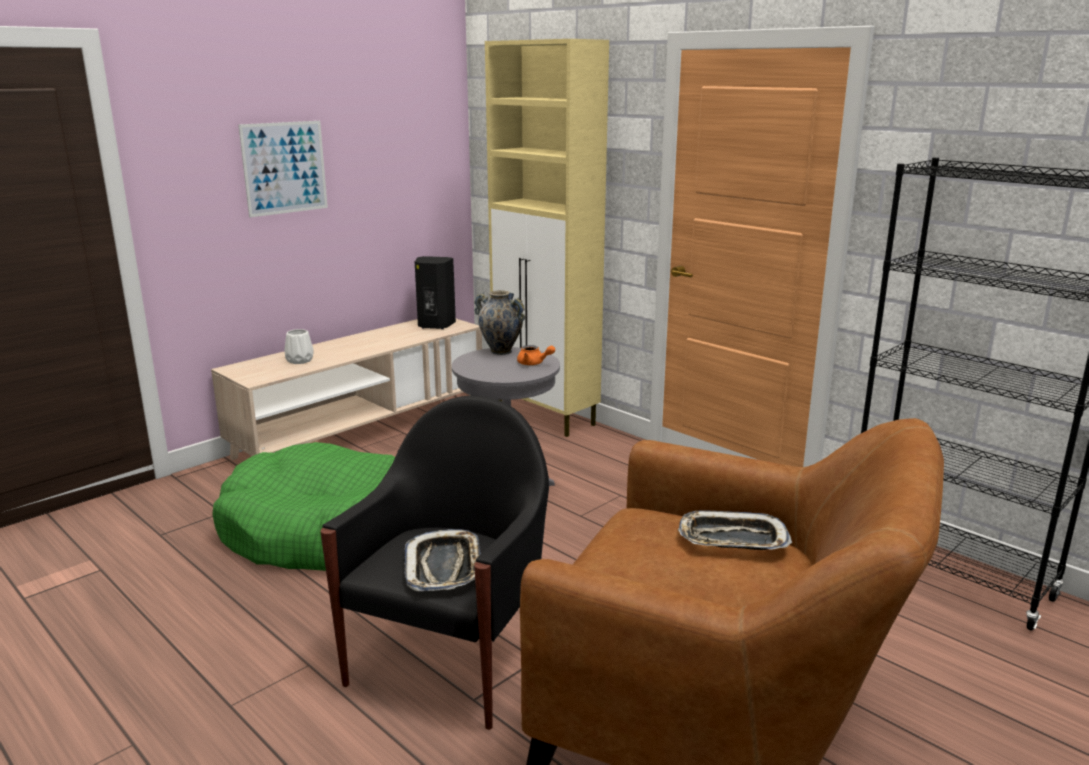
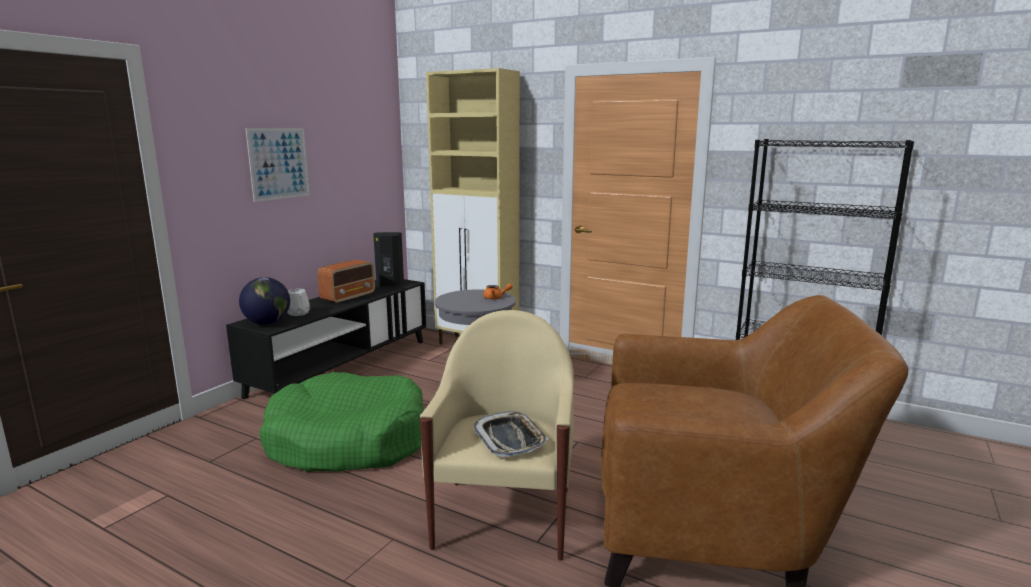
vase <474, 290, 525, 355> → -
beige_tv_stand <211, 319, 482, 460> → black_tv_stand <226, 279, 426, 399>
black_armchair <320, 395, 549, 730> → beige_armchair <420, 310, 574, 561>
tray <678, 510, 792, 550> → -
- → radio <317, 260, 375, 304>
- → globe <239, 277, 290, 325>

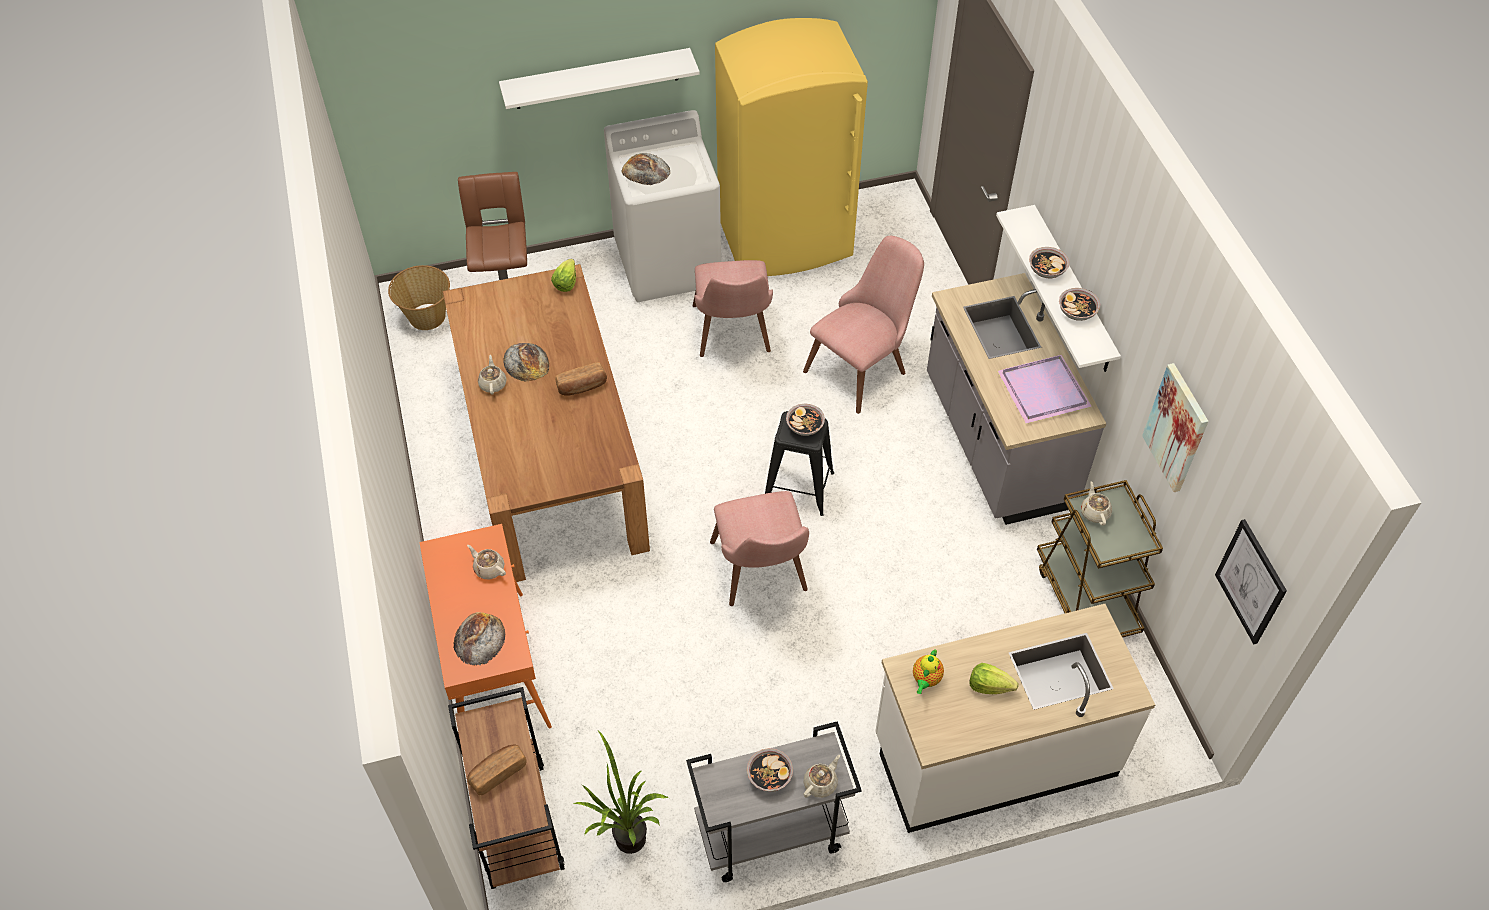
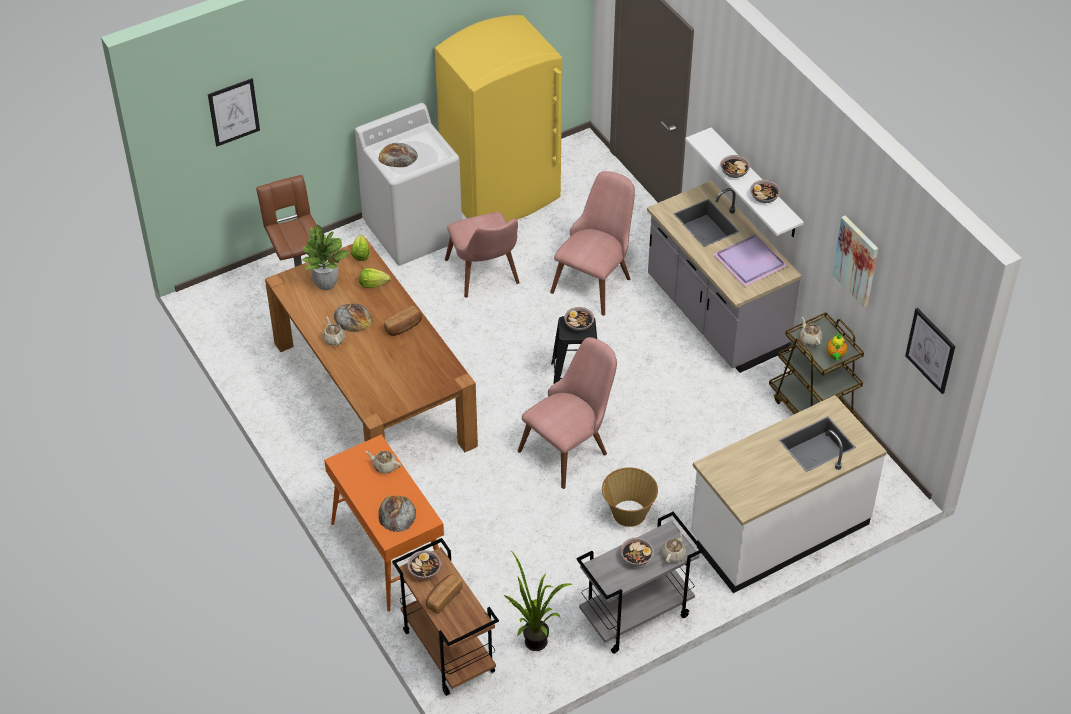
white_shelf <499, 48, 700, 109> → -
basket <388, 265, 450, 330> → basket <602, 467, 658, 527>, moved
pink_chair <710, 491, 809, 606> → pink_chair <518, 337, 617, 489>, 105 degrees counterclockwise
teapot <913, 650, 944, 694> → teapot <826, 332, 848, 361>, moved
lettuce <969, 663, 1019, 694> → lettuce <359, 268, 391, 288>, moved
- → picture <208, 78, 260, 146>
- → potted_plant <302, 225, 350, 290>
- → bowl <407, 550, 441, 579>

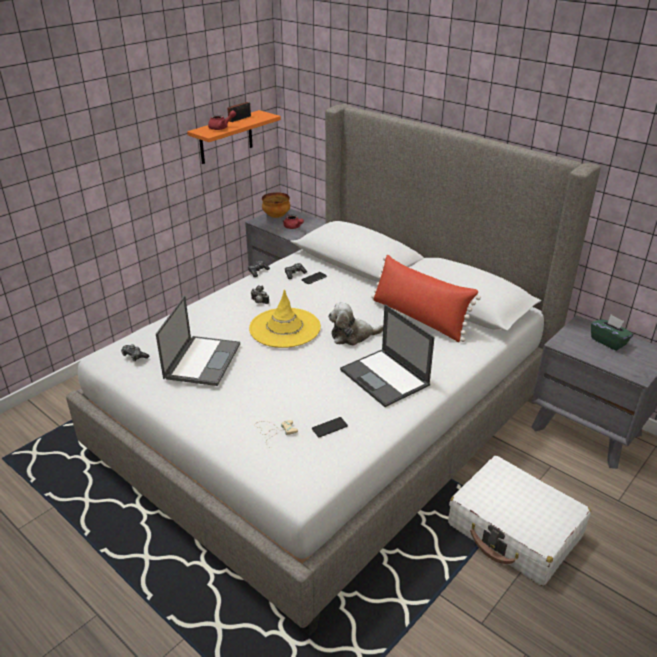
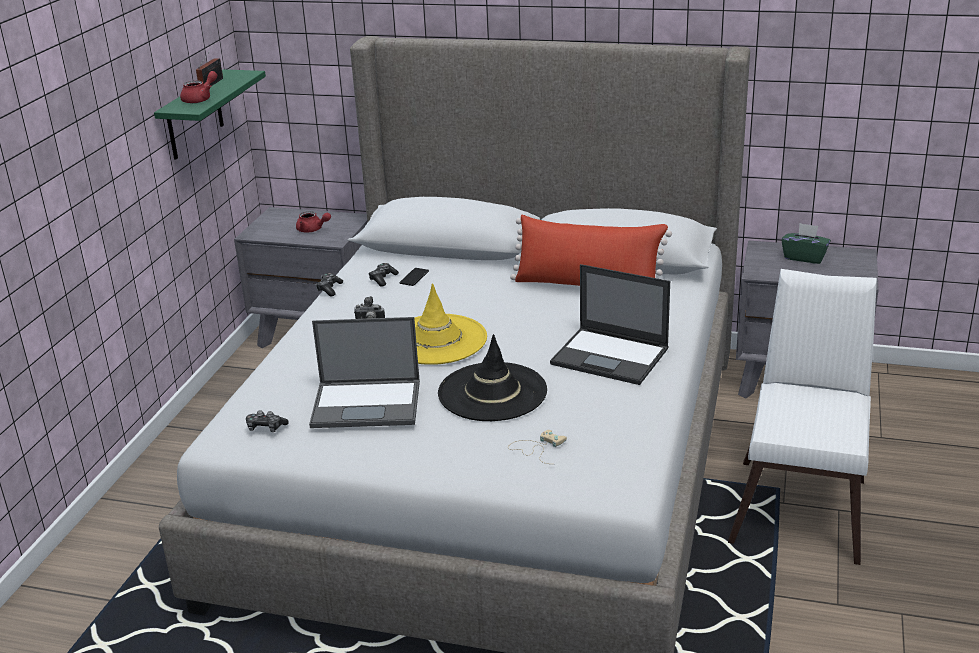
orange_shelf <187, 110, 281, 164> → green_shelf <154, 69, 266, 160>
bowl <262, 192, 290, 218> → -
laptop <156, 296, 240, 386> → laptop <309, 317, 420, 428>, 105 degrees clockwise
plush_toy <328, 302, 383, 346> → -
phone <312, 417, 348, 437> → -
white_suitcase <448, 456, 591, 586> → white_chair <728, 269, 877, 565>
- → black_hat <438, 334, 547, 421>

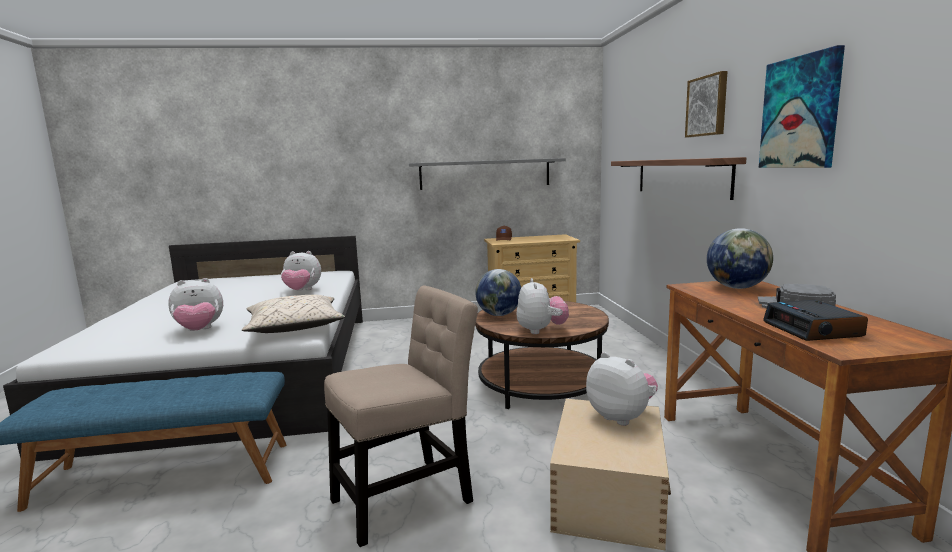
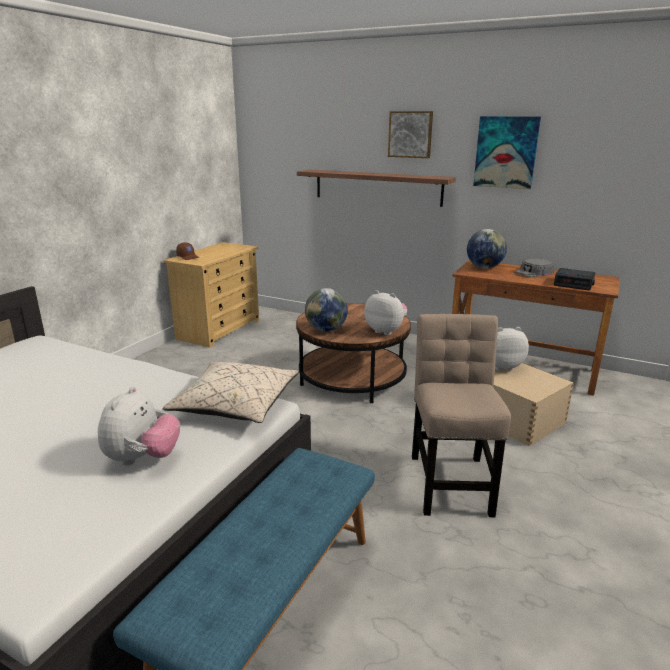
grey_shelf <409, 158, 566, 190> → -
plush_toy <281, 251, 321, 291> → -

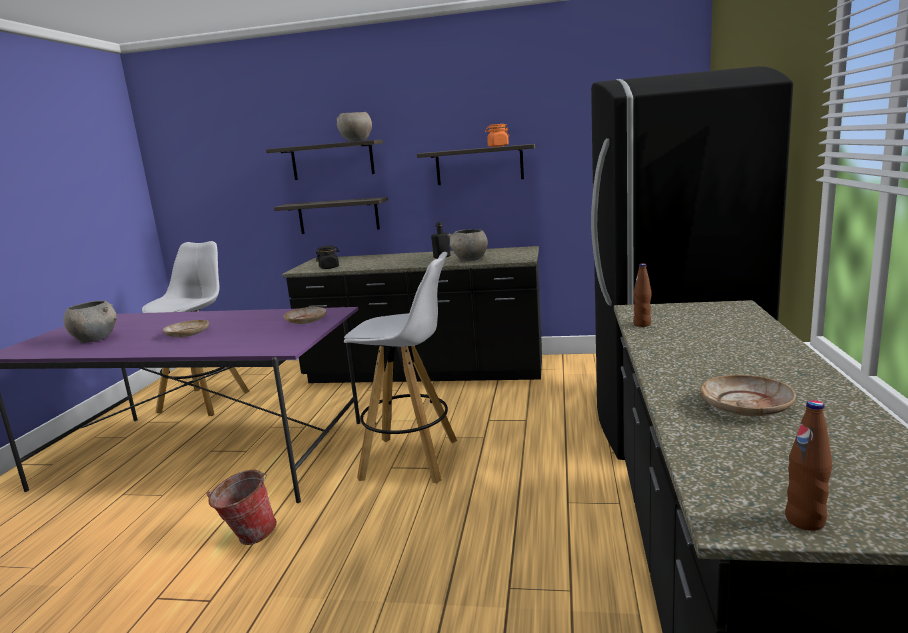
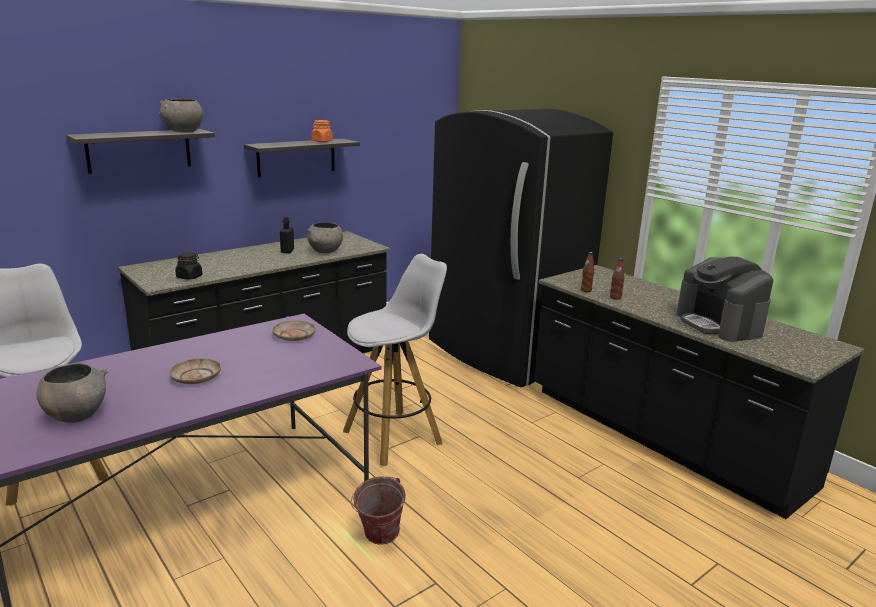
shelf <274, 197, 388, 234> → -
beige_plate <700, 375, 796, 416> → coffee_machine <677, 257, 773, 342>
brown_bottle <785, 400, 832, 531> → brown_bottle <610, 258, 624, 300>, moved

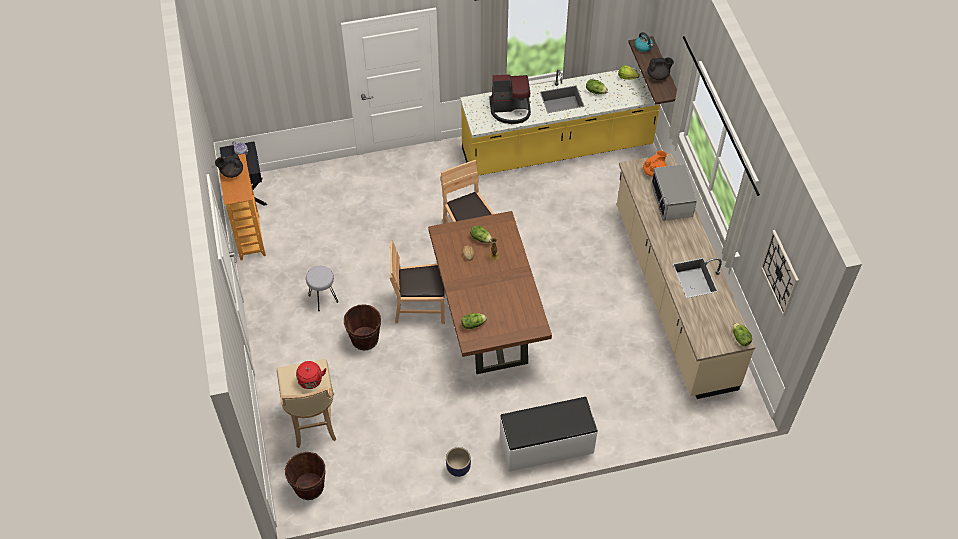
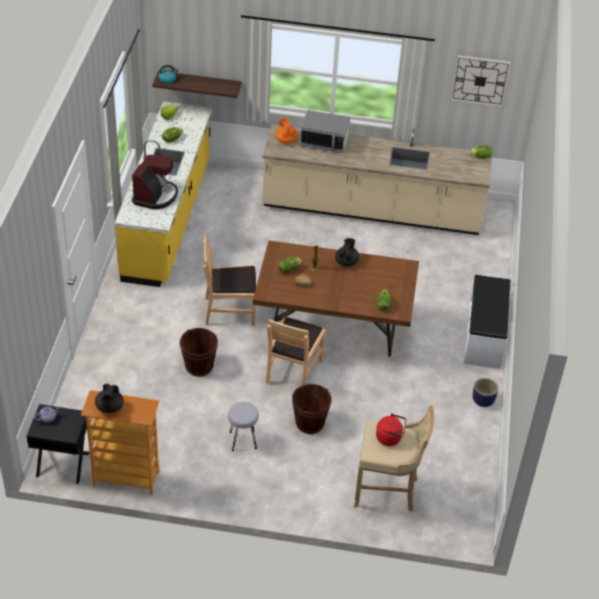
black_teapot <647, 57, 674, 80> → black_teapot <335, 238, 359, 266>, moved
brown_bucket <285, 452, 325, 500> → brown_bucket <180, 328, 218, 376>, moved

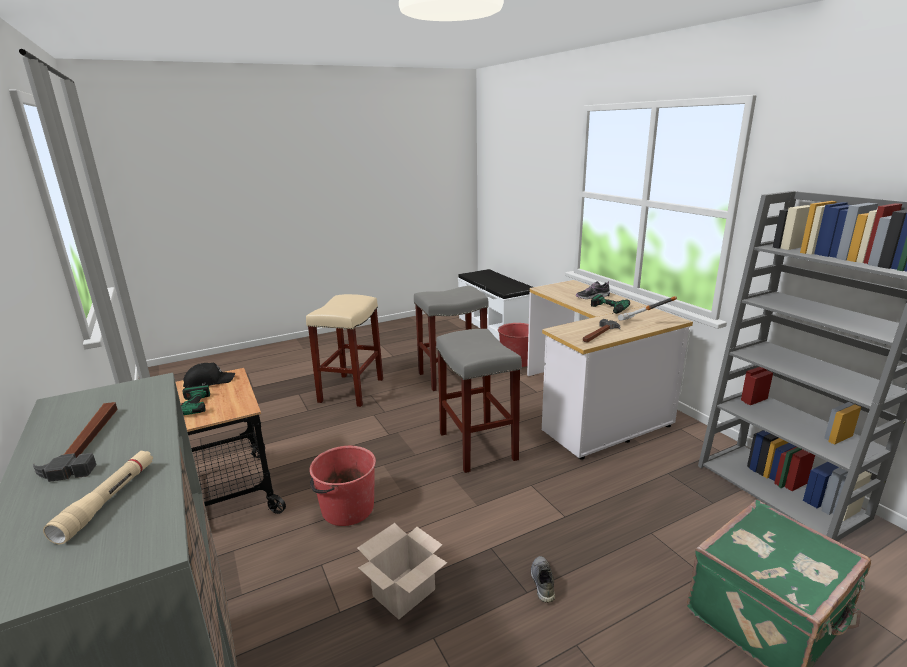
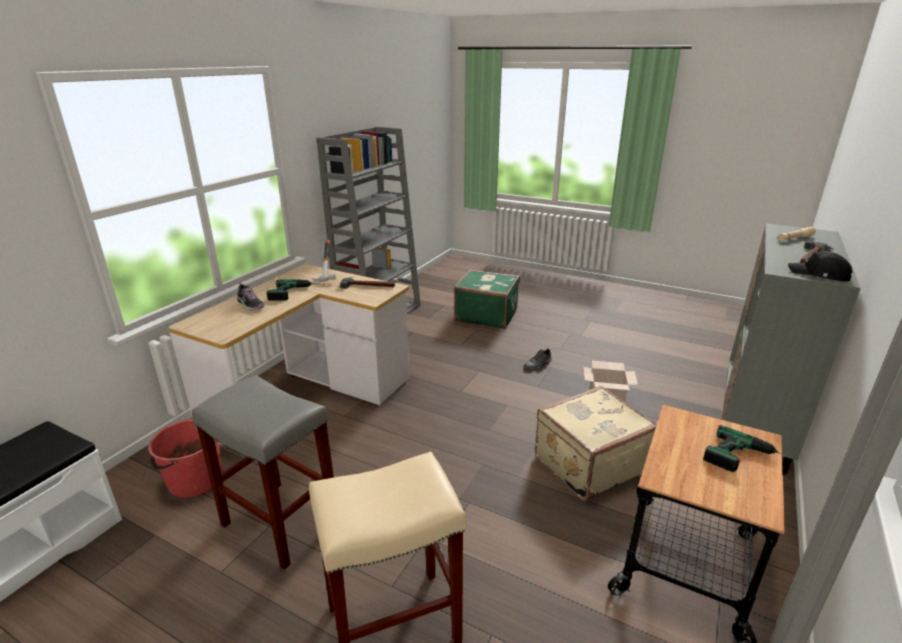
grey_stool <436, 329, 522, 473> → -
black_cap <183, 363, 235, 388> → black_cap <788, 251, 852, 281>, moved
red_bucket <310, 446, 376, 526> → beige_suitcase <535, 386, 657, 501>

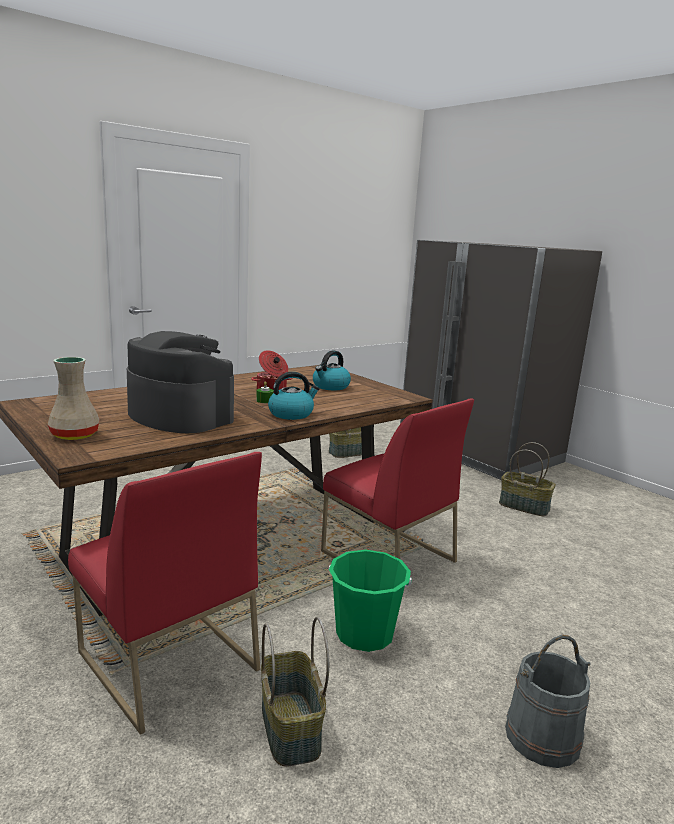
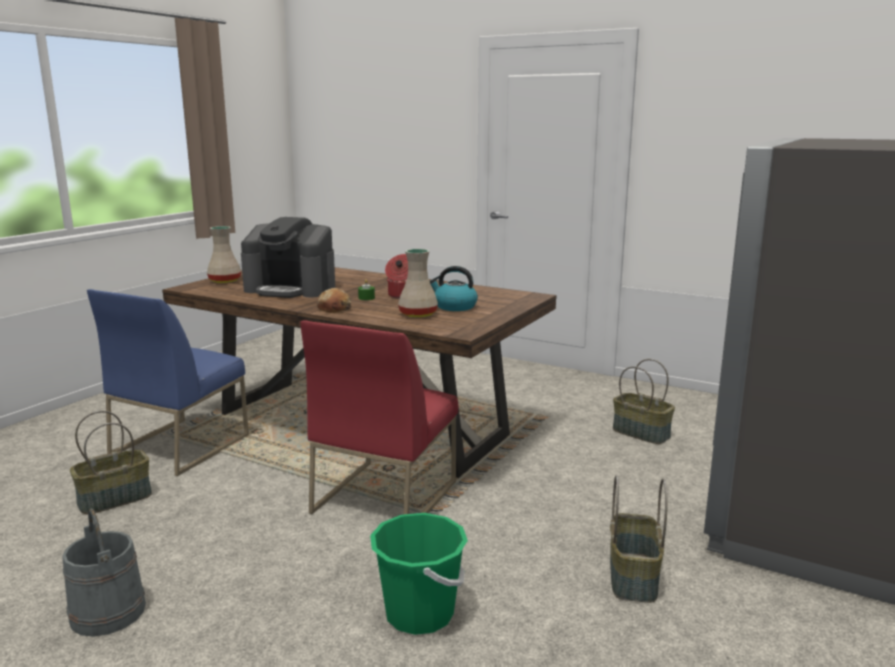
coffee_machine <127, 331, 234, 433> → coffee_machine <241, 217, 335, 298>, 90 degrees clockwise
kettle <268, 372, 320, 420> → bread <317, 288, 352, 313>
red_chair <68, 452, 262, 735> → blue_chair <87, 289, 249, 476>
green_bucket <329, 550, 412, 652> → green_bucket <370, 513, 468, 635>, moved
- → beige_vase <398, 249, 438, 317>

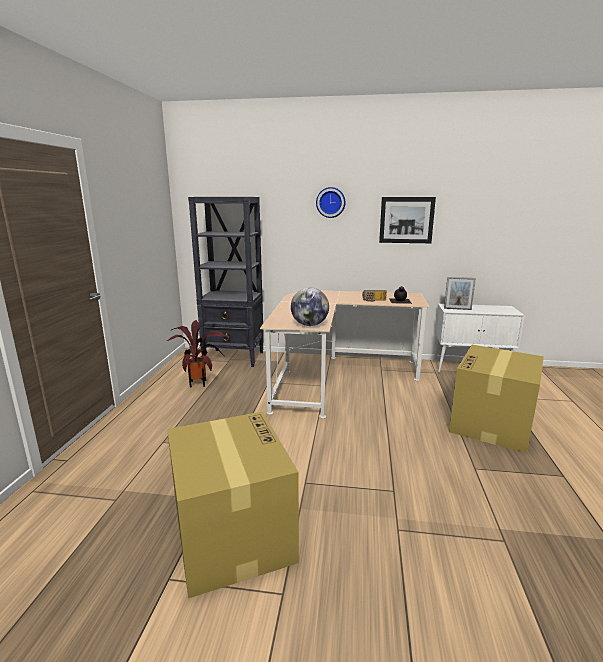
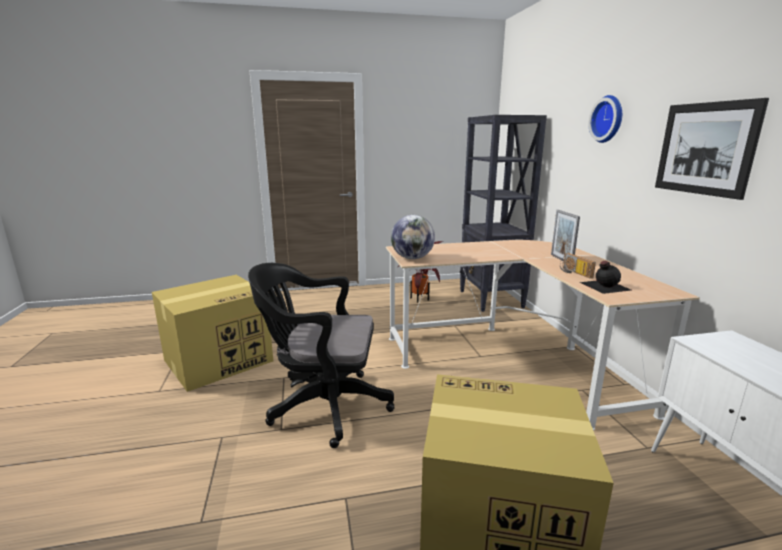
picture_frame <444, 277, 476, 310> → picture_frame <551, 210, 580, 261>, moved
- → black_office_chair <248, 263, 395, 448>

